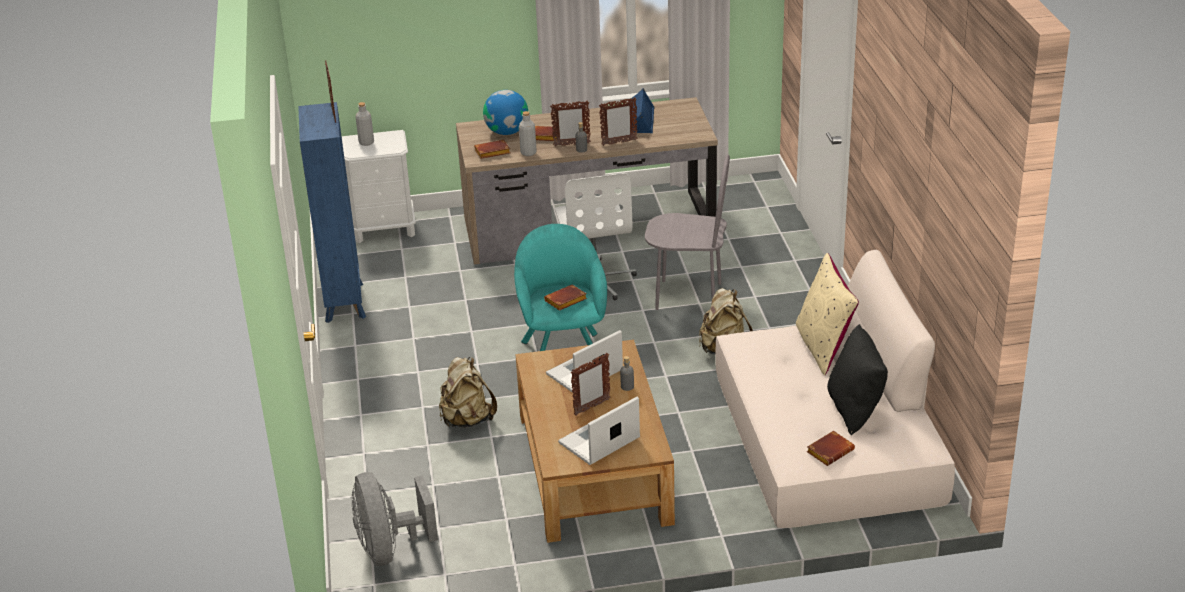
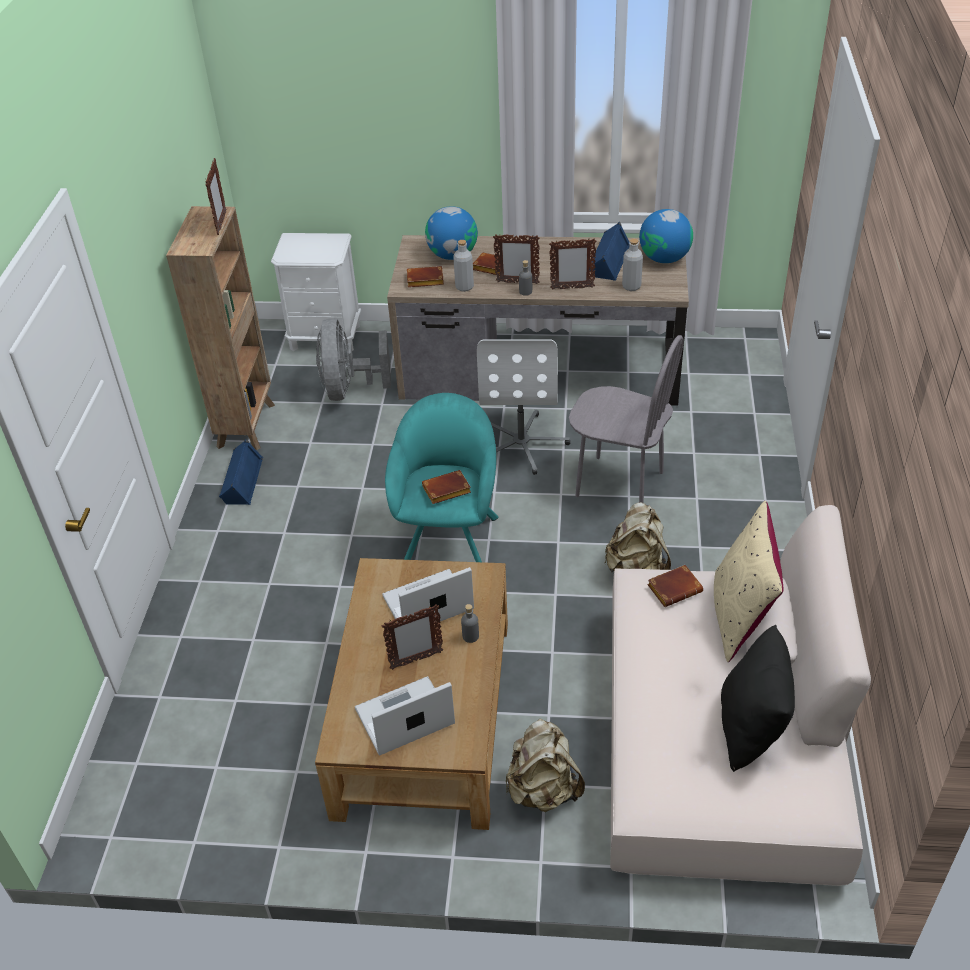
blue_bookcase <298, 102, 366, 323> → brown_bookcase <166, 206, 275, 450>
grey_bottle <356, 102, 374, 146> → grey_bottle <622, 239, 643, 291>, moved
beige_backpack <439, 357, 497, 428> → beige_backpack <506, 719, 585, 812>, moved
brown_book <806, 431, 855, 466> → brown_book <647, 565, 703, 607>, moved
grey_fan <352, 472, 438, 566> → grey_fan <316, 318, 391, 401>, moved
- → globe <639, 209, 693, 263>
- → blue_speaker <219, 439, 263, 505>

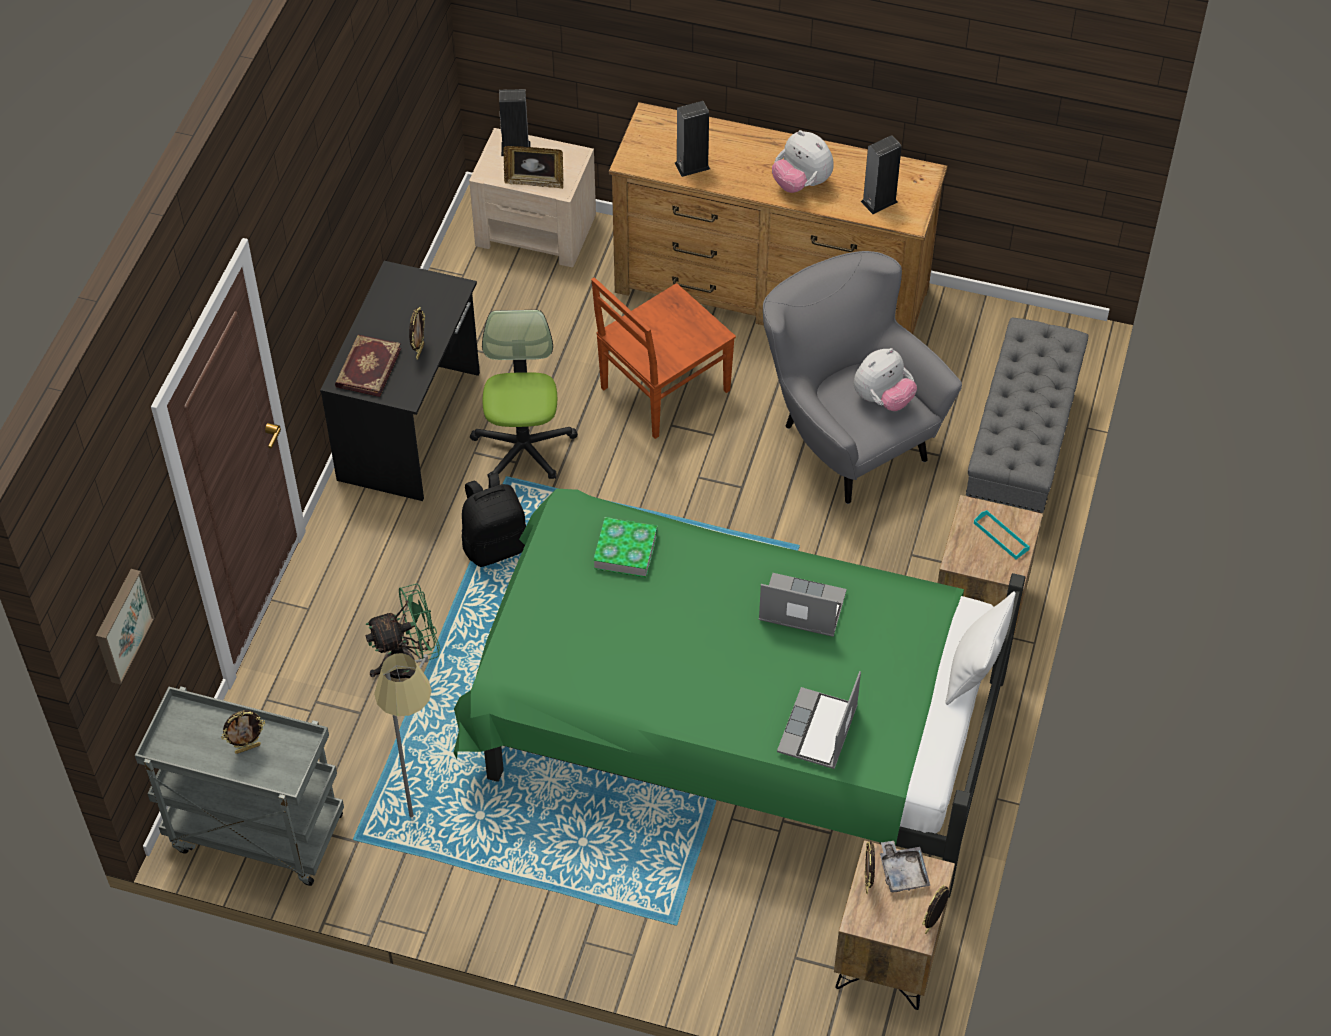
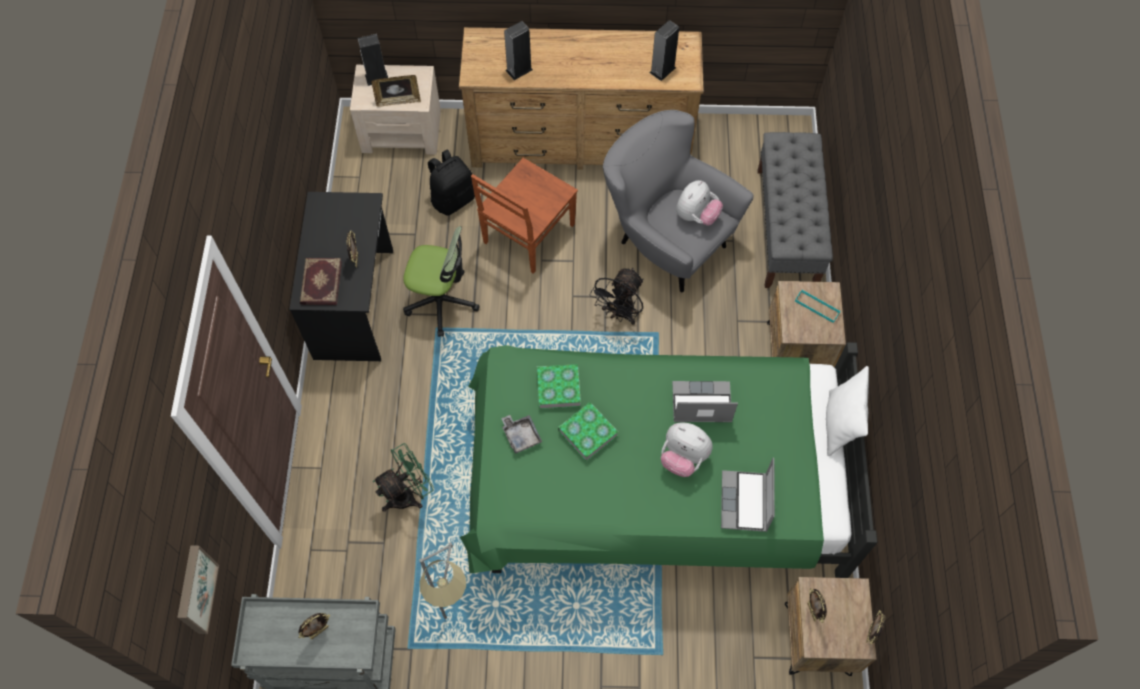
plush_toy <772, 130, 834, 193> → plush_toy <661, 422, 713, 477>, moved
office_chair <470, 310, 578, 479> → office_chair <403, 226, 480, 337>, 120 degrees clockwise
black_backpack <462, 473, 526, 567> → black_backpack <428, 149, 475, 216>, moved
grey_tray <880, 841, 930, 893> → grey_tray <501, 415, 542, 454>, moved
- → black_fan <589, 268, 643, 325>
- → book <558, 402, 618, 462>

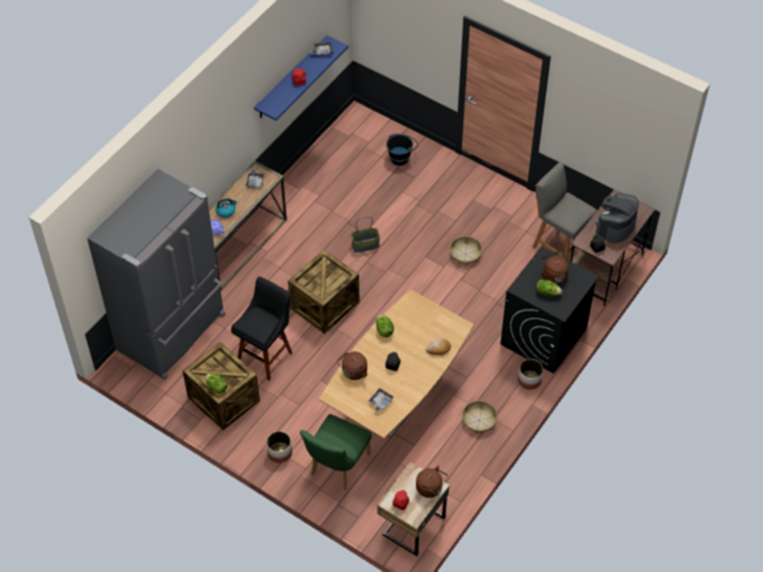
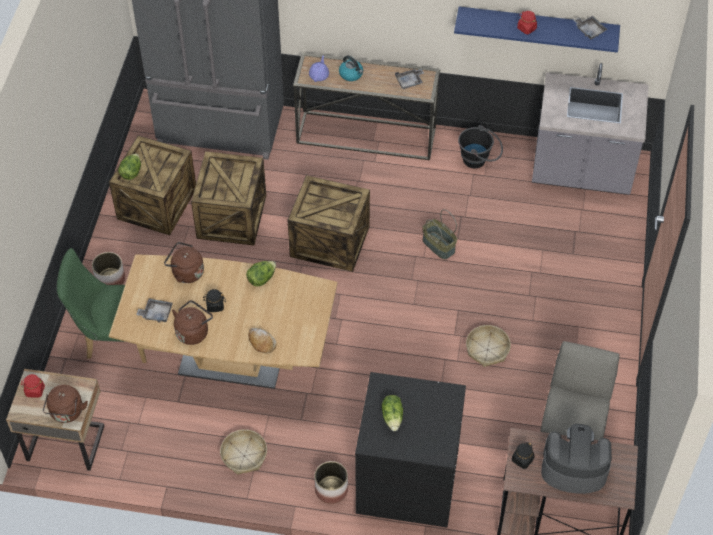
black_bucket <386, 133, 419, 166> → black_bucket <458, 125, 503, 168>, moved
brown_kettle <541, 251, 569, 284> → brown_kettle <172, 300, 213, 345>, moved
black_stool <231, 277, 292, 381> → crate <191, 151, 266, 245>
- → grey_counter <532, 63, 649, 195>

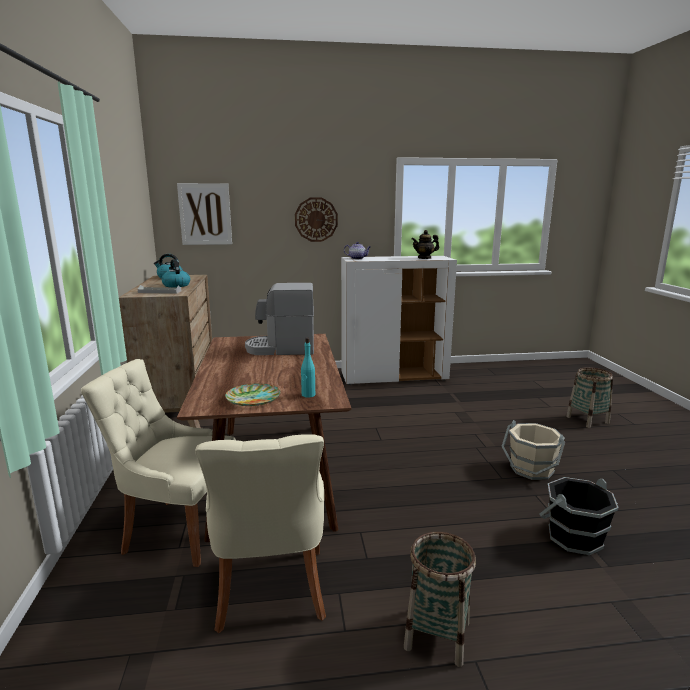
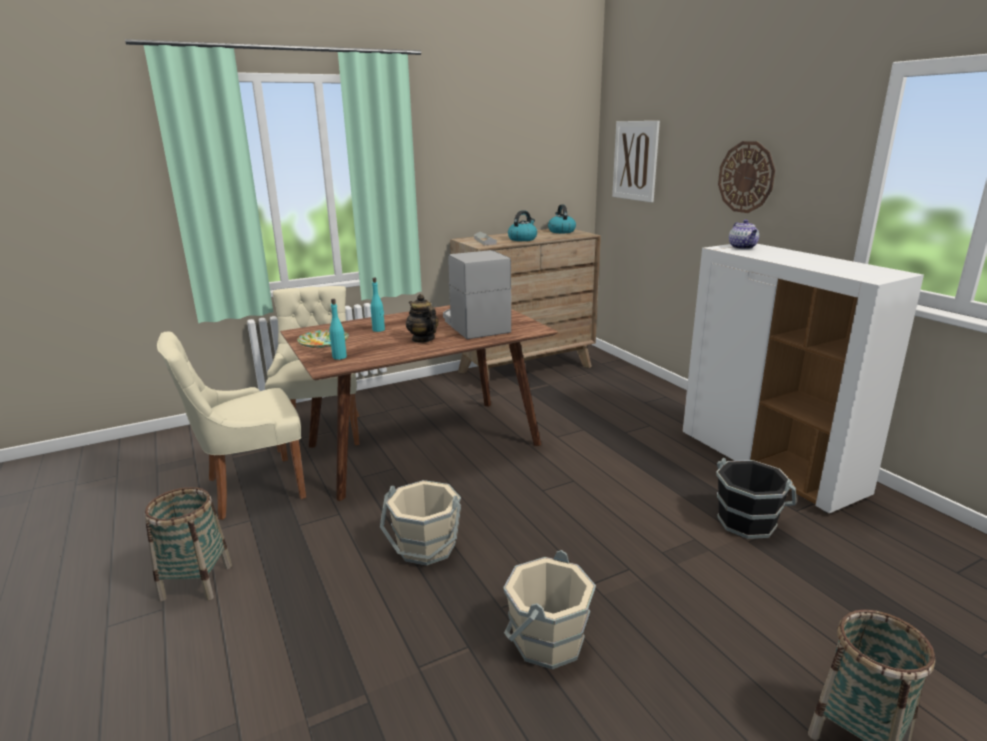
teapot <412, 230, 439, 259> → teapot <406, 294, 438, 343>, moved
black_bucket <539, 477, 619, 555> → black_bucket <716, 458, 797, 539>, moved
- → turquoise_bottle <371, 278, 385, 332>
- → beige_bucket <380, 480, 461, 566>

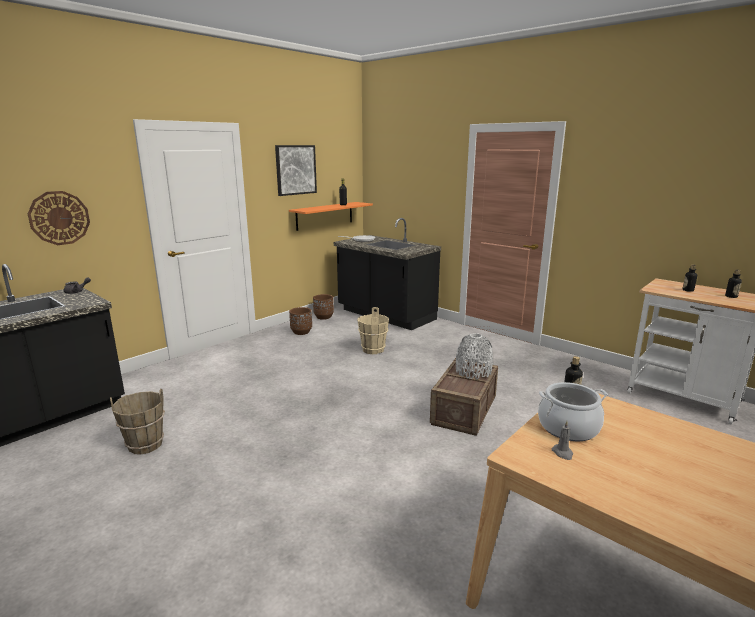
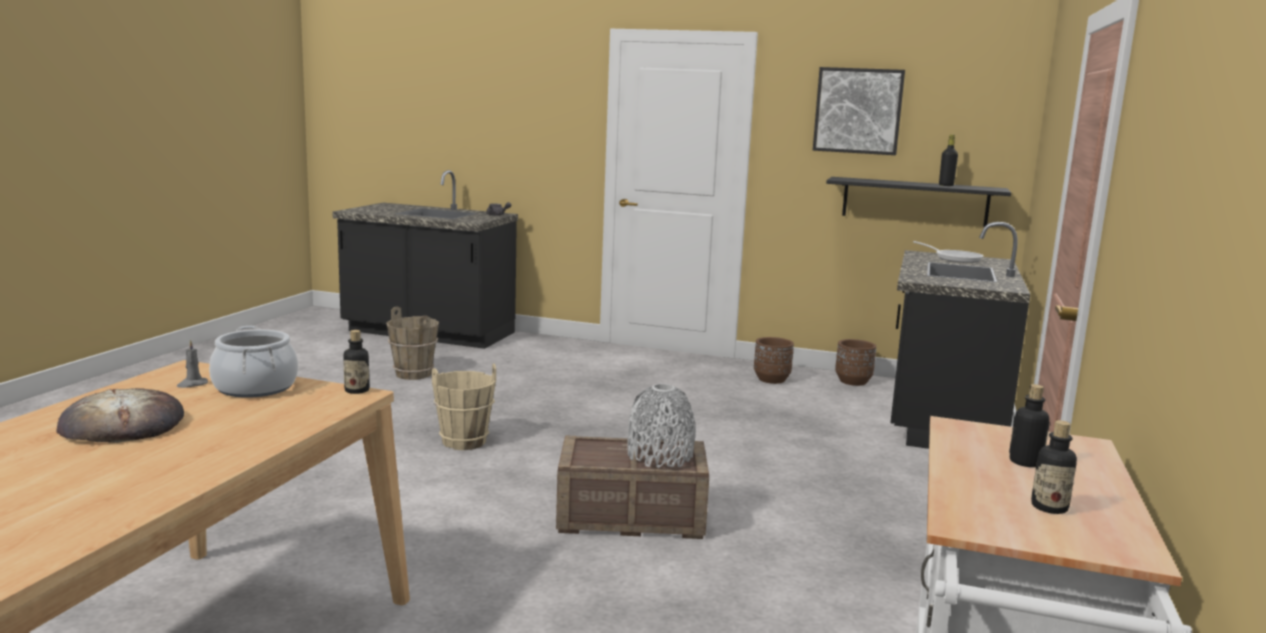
wall_clock <28, 191, 90, 245> → -
orange_shelf <289, 202, 373, 231> → black_shelf <826, 177, 1011, 227>
beige_bucket <357, 307, 389, 354> → beige_bucket <432, 363, 496, 450>, moved
- → bread <57, 388, 184, 443>

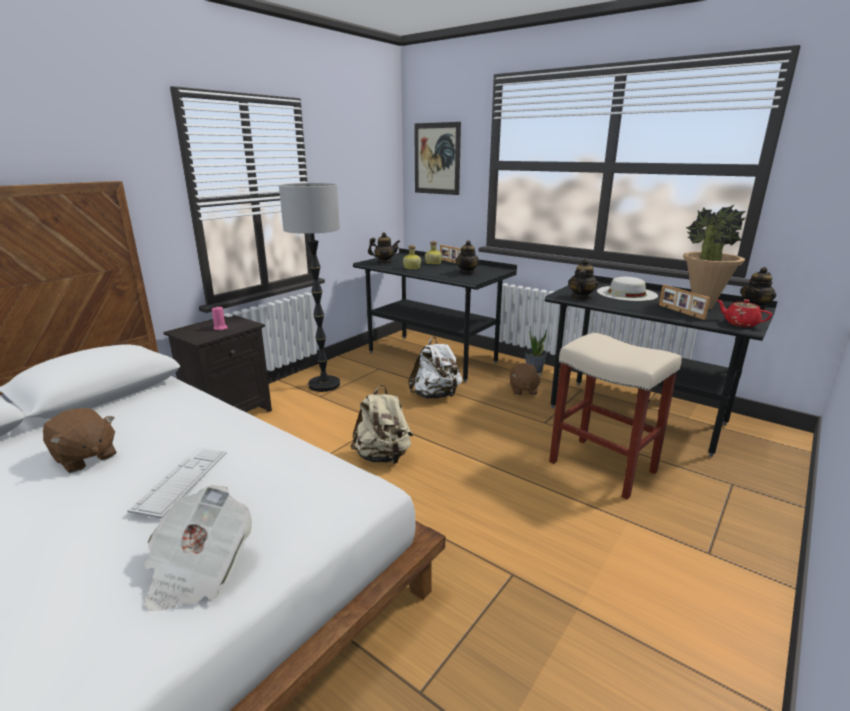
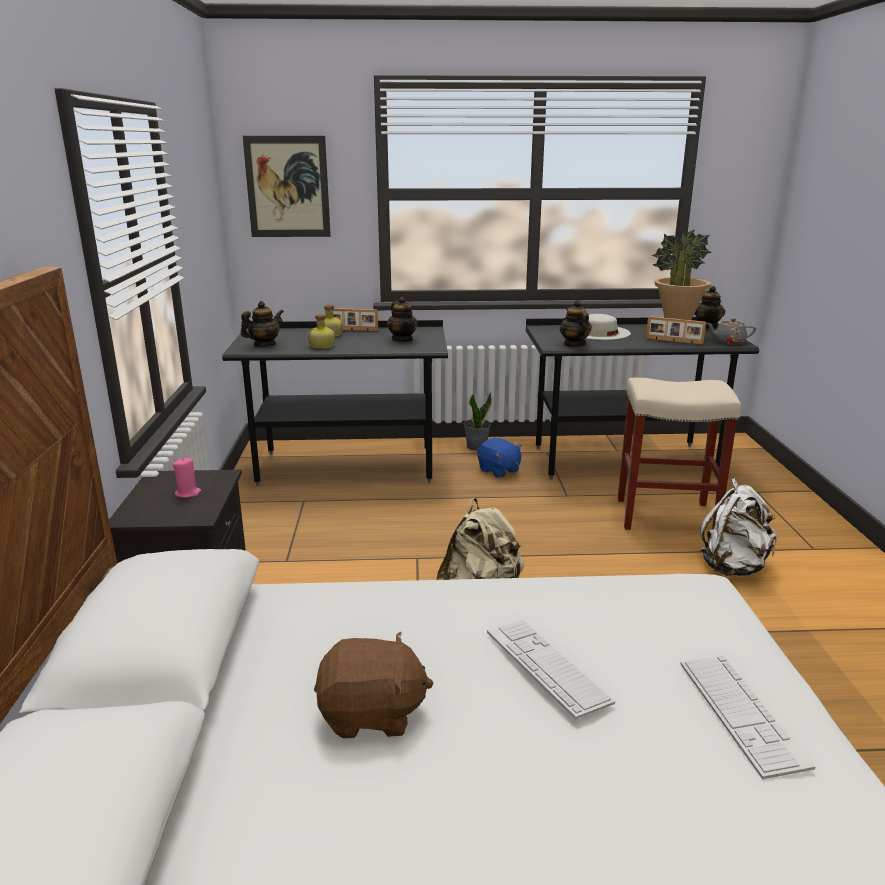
floor_lamp <279, 183, 340, 392> → -
red_teapot <716, 299, 772, 327> → grey_teapot <706, 318, 756, 344>
white_backpack <408, 336, 462, 399> → white_backpack <700, 478, 777, 576>, moved
brown_plush_toy <510, 363, 542, 395> → blue_plush_toy <477, 438, 522, 478>
newspaper <144, 485, 252, 611> → keyboard <680, 655, 815, 779>

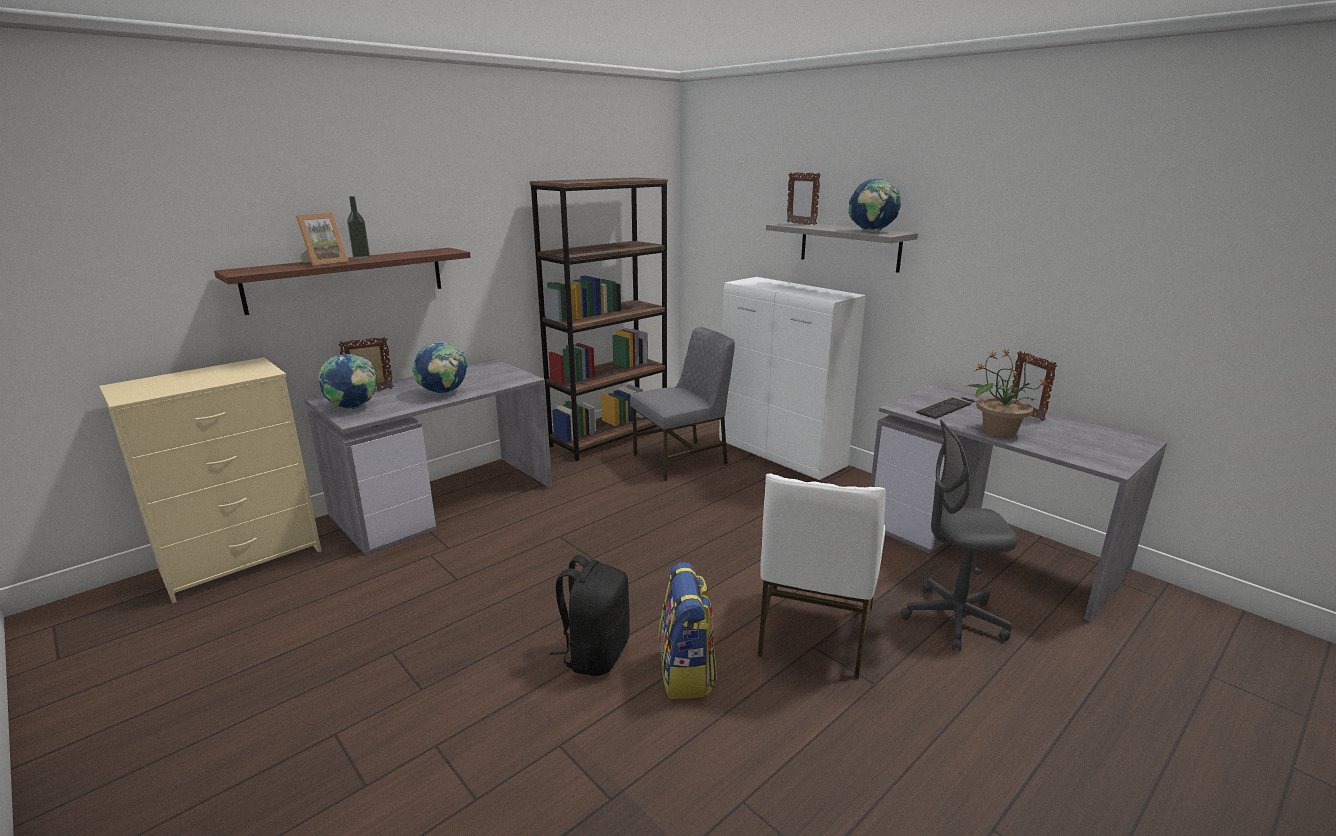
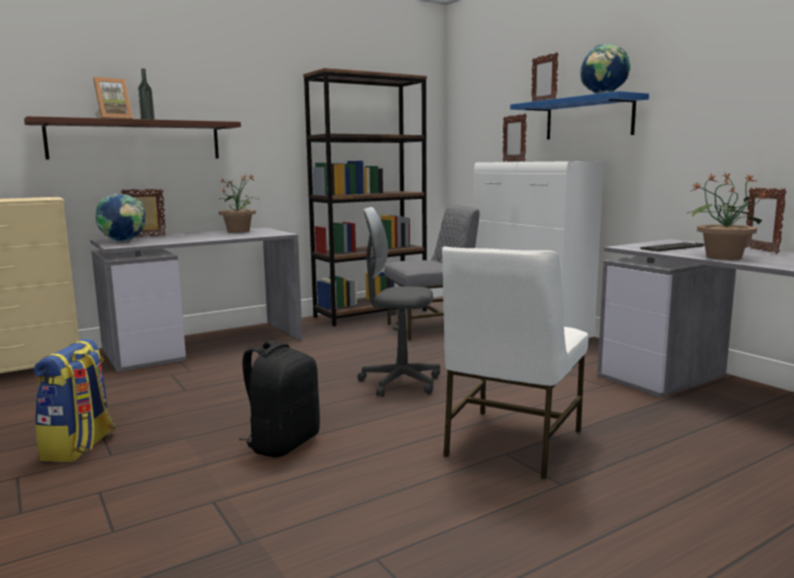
grey_shelf <766, 222, 918, 273> → blue_shelf <510, 91, 649, 139>
globe <413, 342, 468, 394> → -
grey_office_chair <901, 420, 1018, 651> → grey_office_chair <357, 207, 440, 397>, moved
backpack <659, 562, 717, 699> → backpack <34, 339, 115, 462>, moved
- → picture_frame <503, 114, 527, 162>
- → potted_plant <219, 174, 260, 233>

